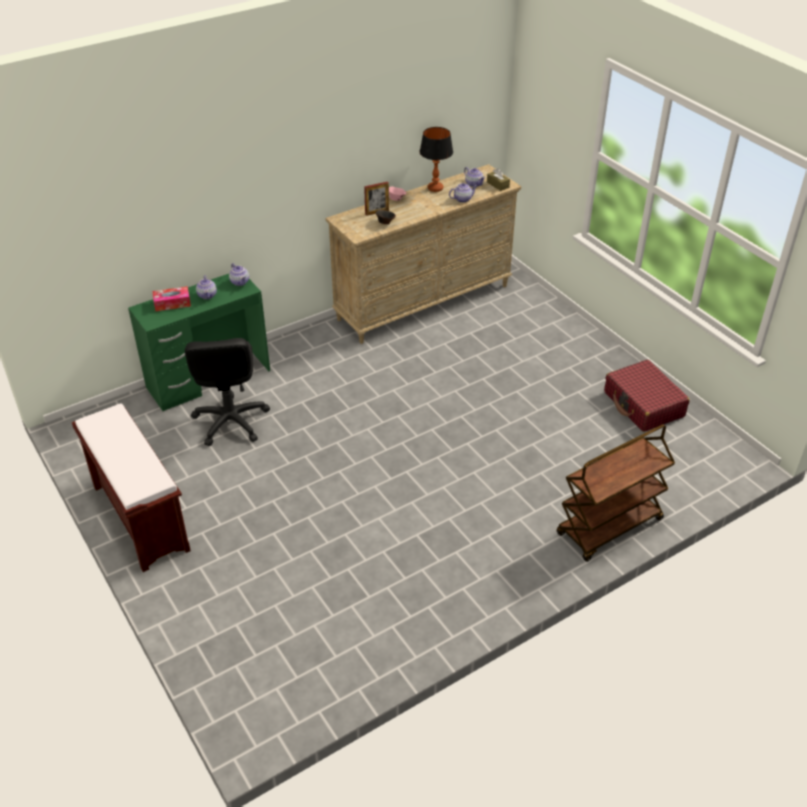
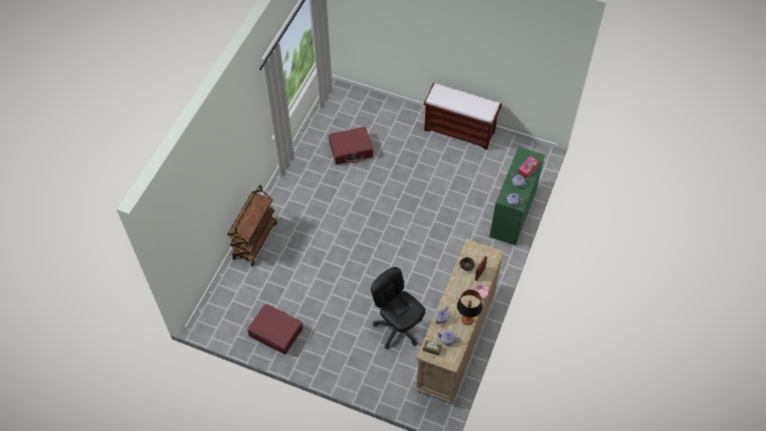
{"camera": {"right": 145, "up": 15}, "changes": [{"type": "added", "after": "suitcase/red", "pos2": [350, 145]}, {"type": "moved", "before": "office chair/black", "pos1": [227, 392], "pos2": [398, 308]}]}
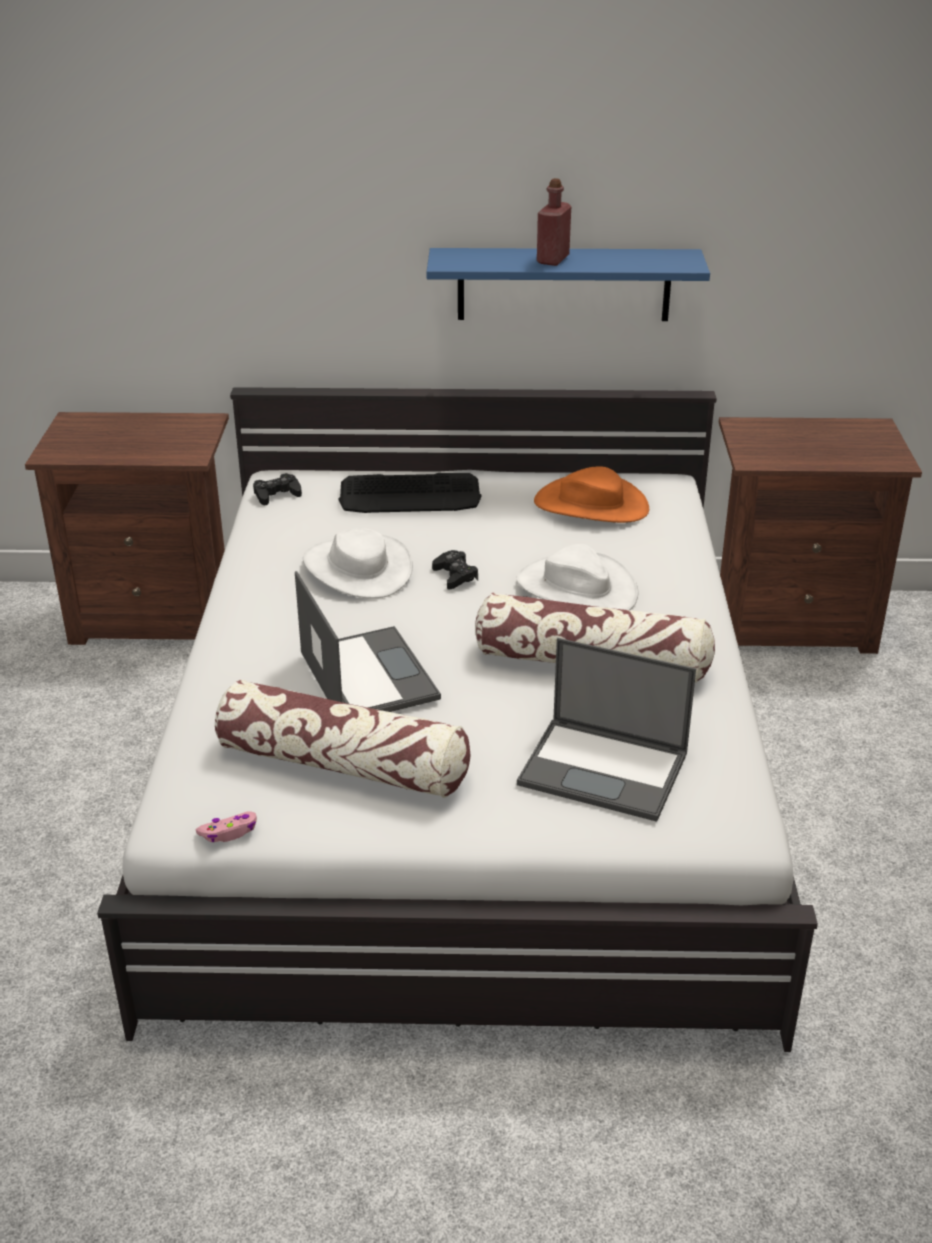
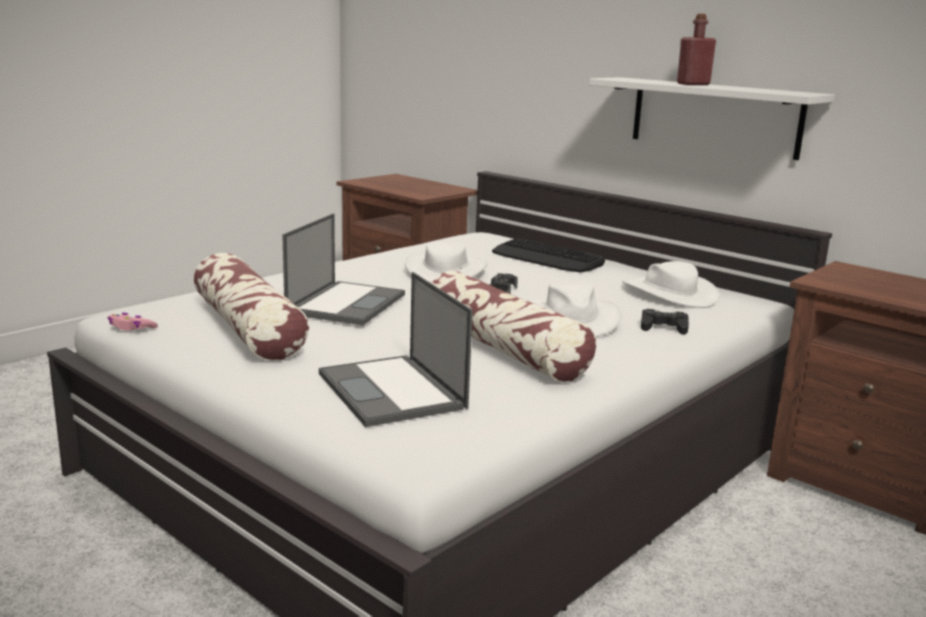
{"camera": {"right": 40, "up": -15}, "changes": [{"type": "recoloured", "before": "shelf/blue", "after": "shelf/white", "pos1": [568, 284], "pos2": [712, 118]}, {"type": "recoloured", "before": "hat/orange", "after": "hat/white", "pos1": [591, 495], "pos2": [670, 284]}, {"type": "moved", "before": "game controller/black", "pos1": [277, 489], "pos2": [665, 322]}]}
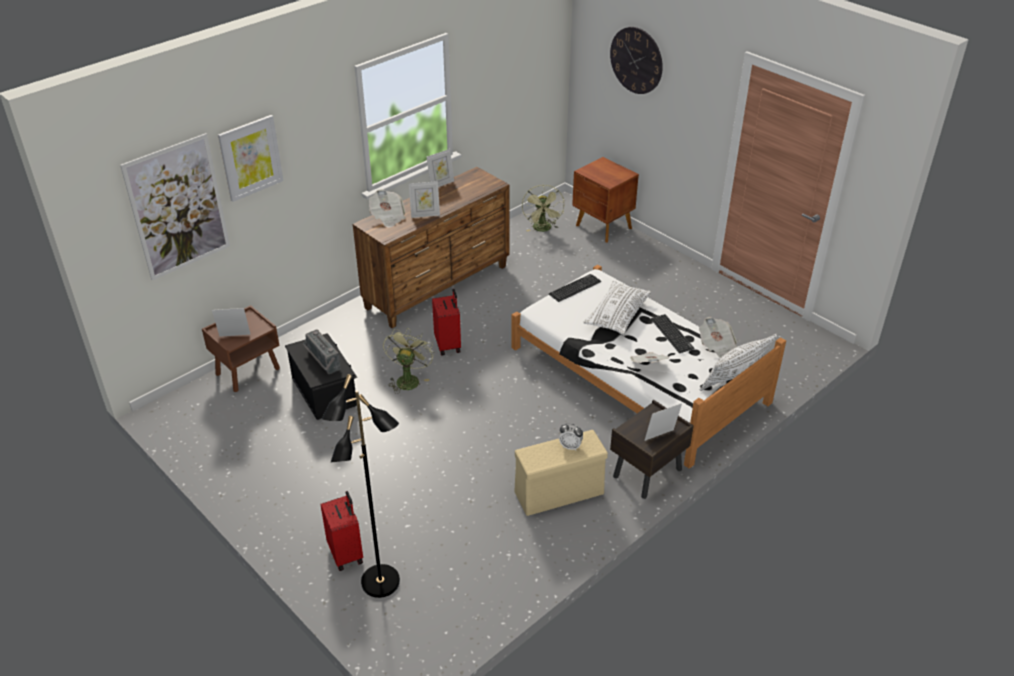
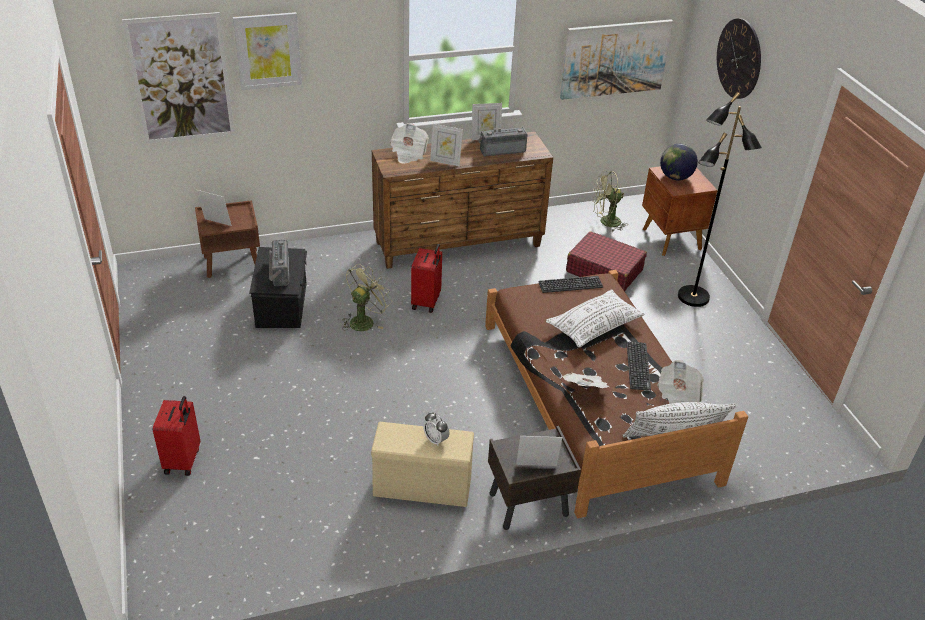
{"camera": {"right": 25, "up": 0}, "changes": [{"type": "added", "after": "radio", "pos2": [503, 141]}, {"type": "recoloured", "before": "bed/white", "after": "bed/brown", "pos1": [648, 367], "pos2": [616, 394]}, {"type": "added", "after": "picture", "pos2": [616, 59]}, {"type": "added", "after": "suitcase/red", "pos2": [606, 261]}, {"type": "turned", "before": "fan/green", "pos1": [543, 208], "pos2": [610, 201], "turn": 60}, {"type": "added", "after": "globe", "pos2": [679, 162]}, {"type": "moved", "before": "floor lamp/black", "pos1": [361, 486], "pos2": [720, 199]}]}
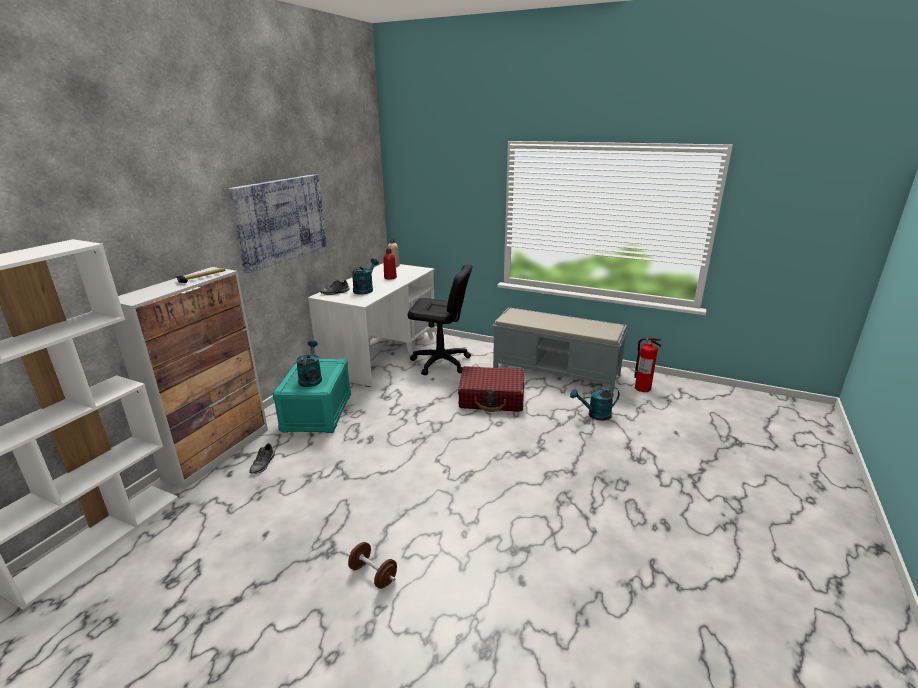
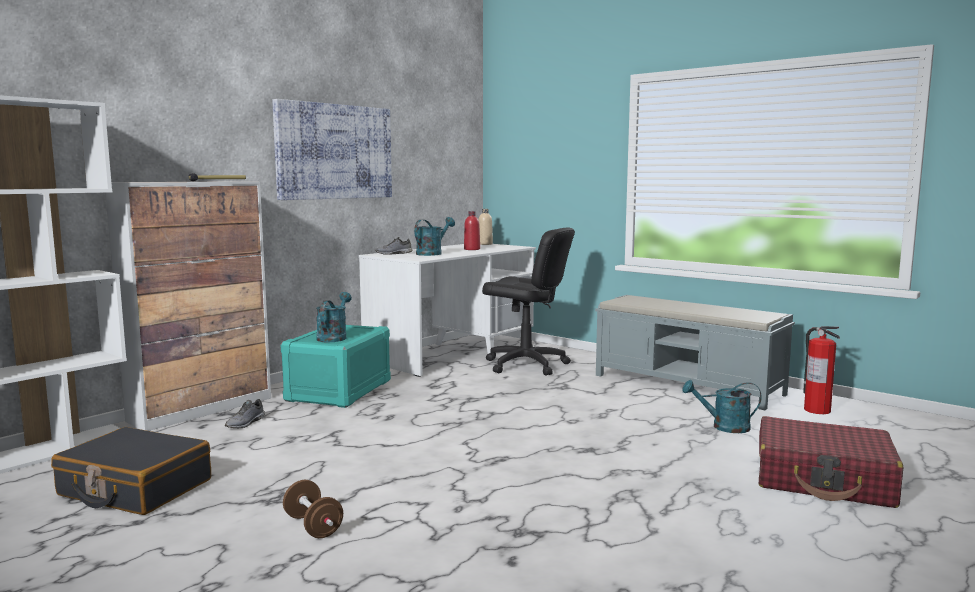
{"camera": {"right": 15, "up": -15}, "changes": [{"type": "added", "after": "suitcase/black", "pos2": [131, 471]}, {"type": "moved", "before": "suitcase/red", "pos1": [491, 389], "pos2": [831, 462]}]}
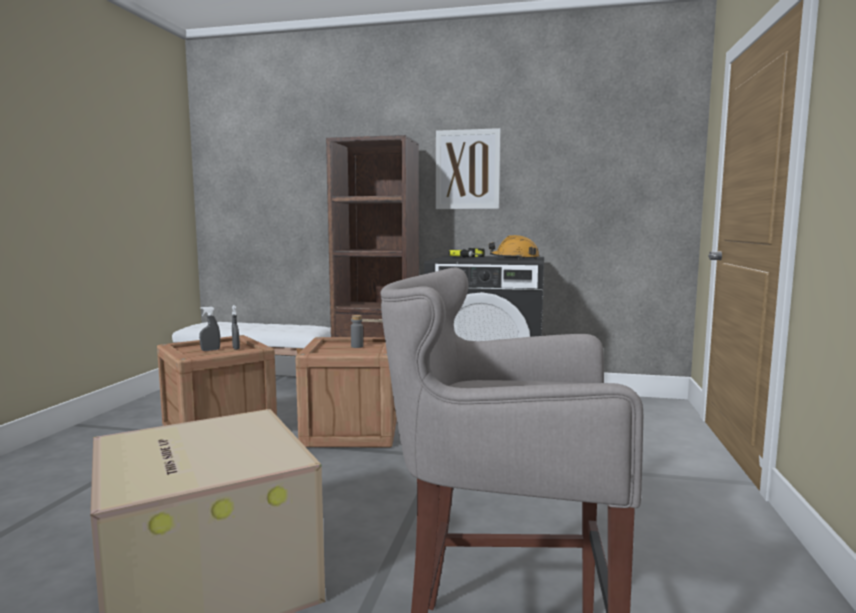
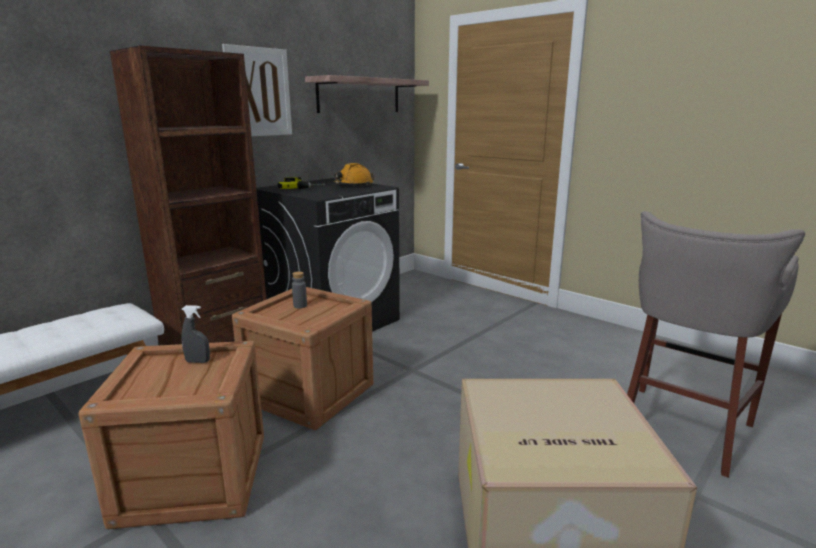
{"camera": {"right": -60, "up": 10}, "changes": [{"type": "added", "after": "shelf", "pos2": [367, 94]}, {"type": "removed", "before": "spray bottle/grey", "pos1": [209, 328]}]}
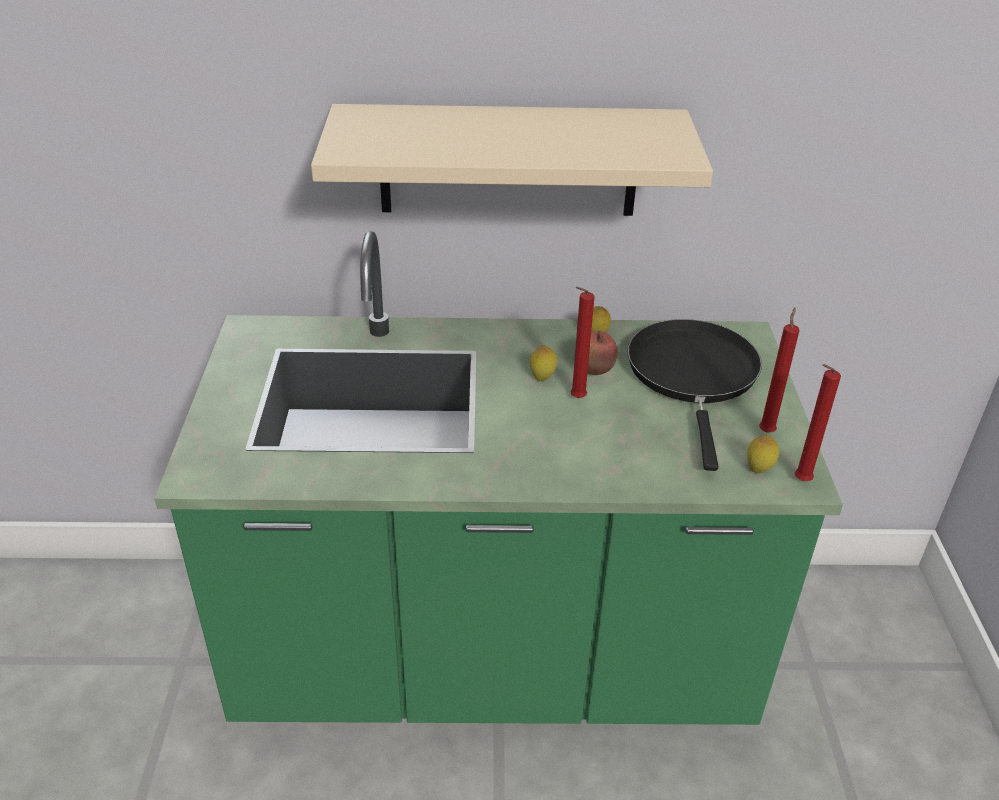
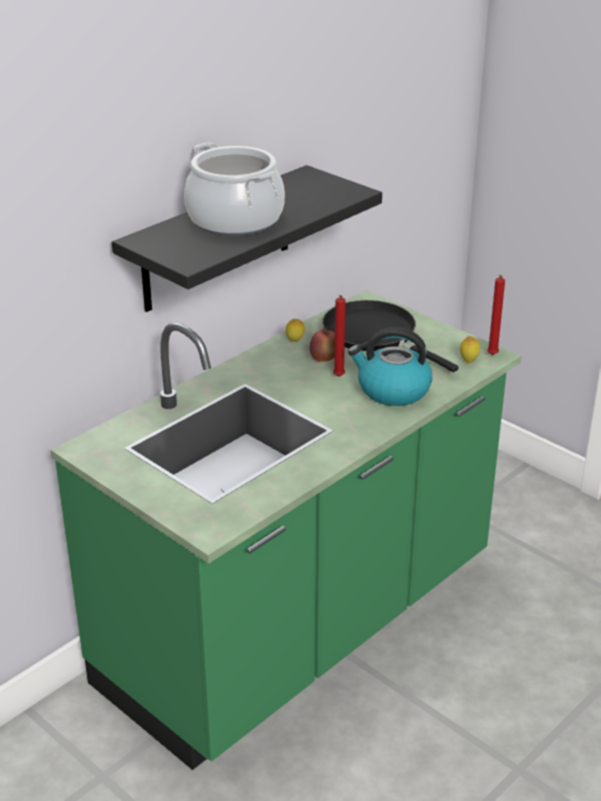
{"camera": {"right": -45, "up": -5}, "changes": [{"type": "recoloured", "before": "shelf/beige", "after": "shelf/black", "pos1": [512, 160], "pos2": [247, 238]}, {"type": "added", "after": "cooking pot", "pos2": [234, 189]}, {"type": "added", "after": "kettle", "pos2": [390, 366]}, {"type": "removed", "before": "lemon", "pos1": [543, 363]}, {"type": "removed", "before": "candle/red", "pos1": [779, 370]}]}
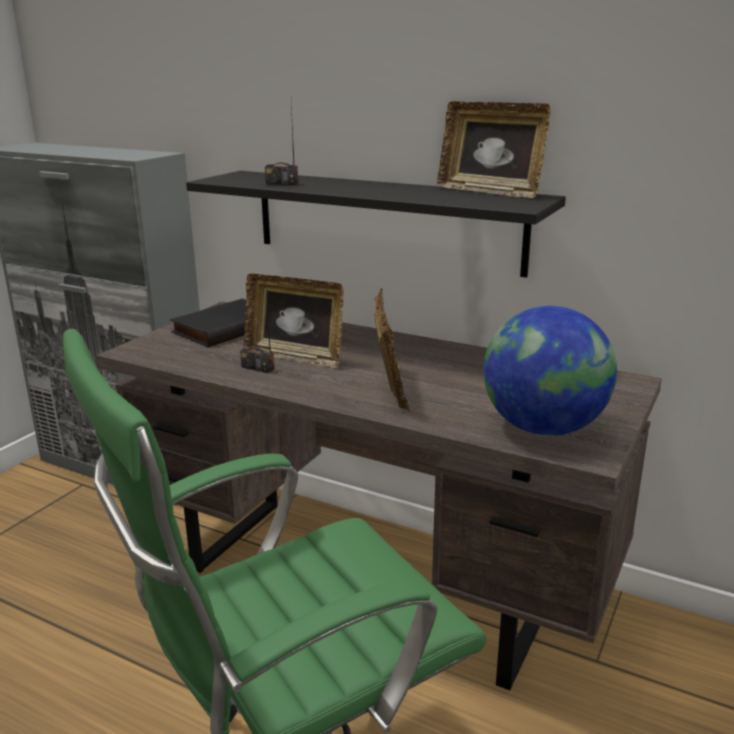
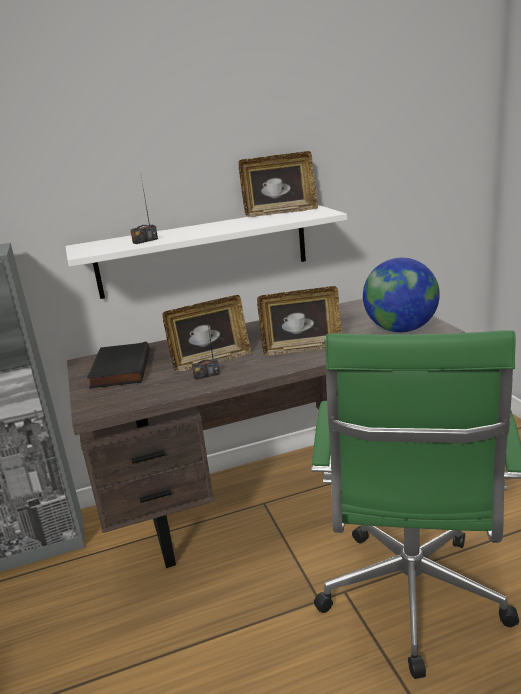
{"camera": {"right": -45, "up": 0}, "changes": [{"type": "recoloured", "before": "shelf/black", "after": "shelf/white", "pos1": [376, 224], "pos2": [206, 252]}, {"type": "turned", "before": "picture frame", "pos1": [392, 349], "pos2": [299, 320], "turn": 135}]}
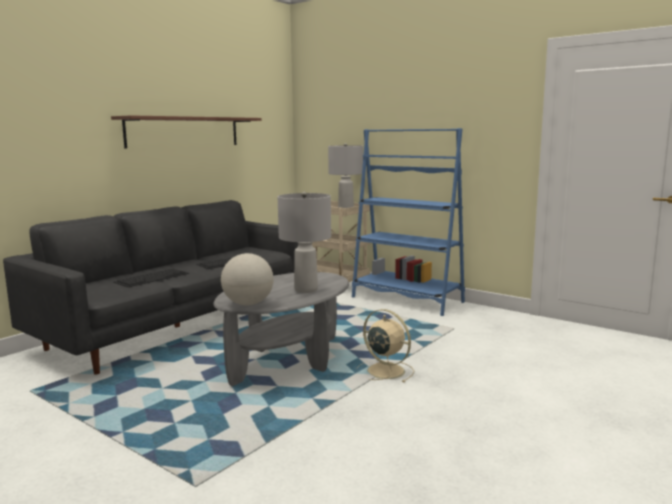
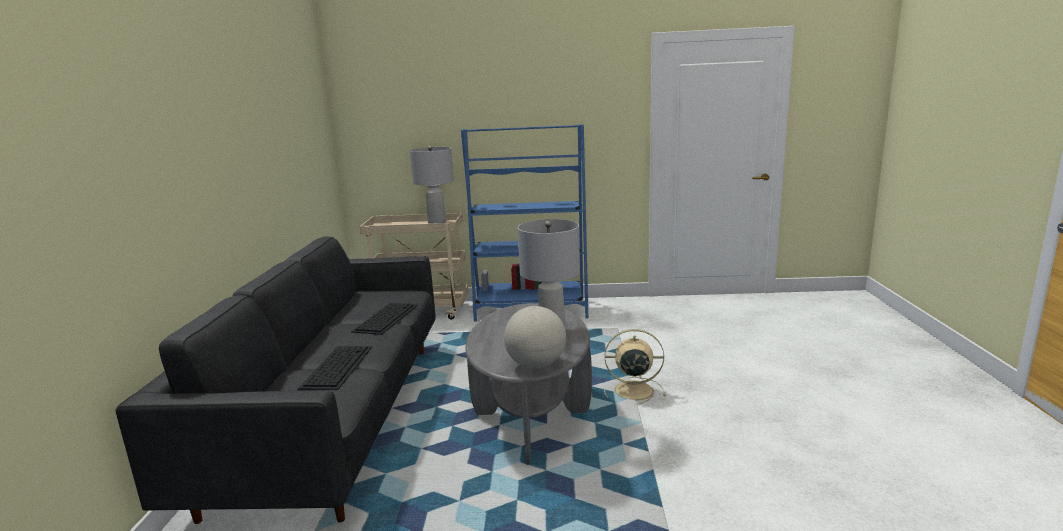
{"camera": {"right": -35, "up": 5}, "changes": [{"type": "removed", "before": "shelf/brown", "pos1": [186, 132]}]}
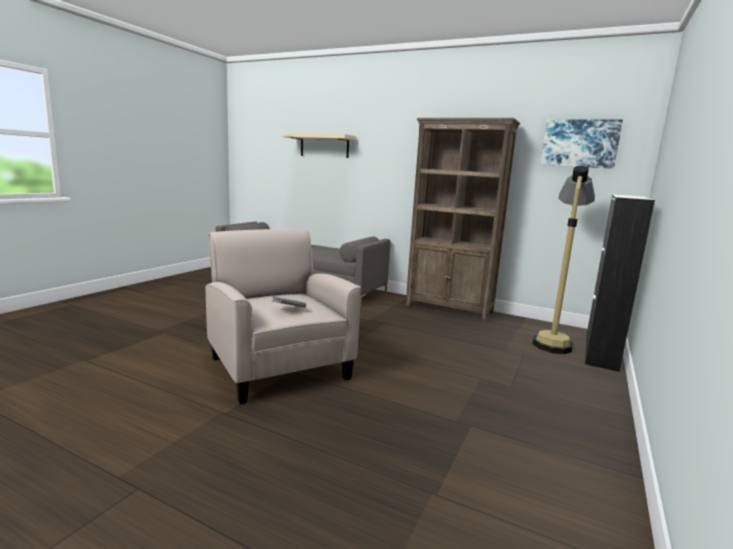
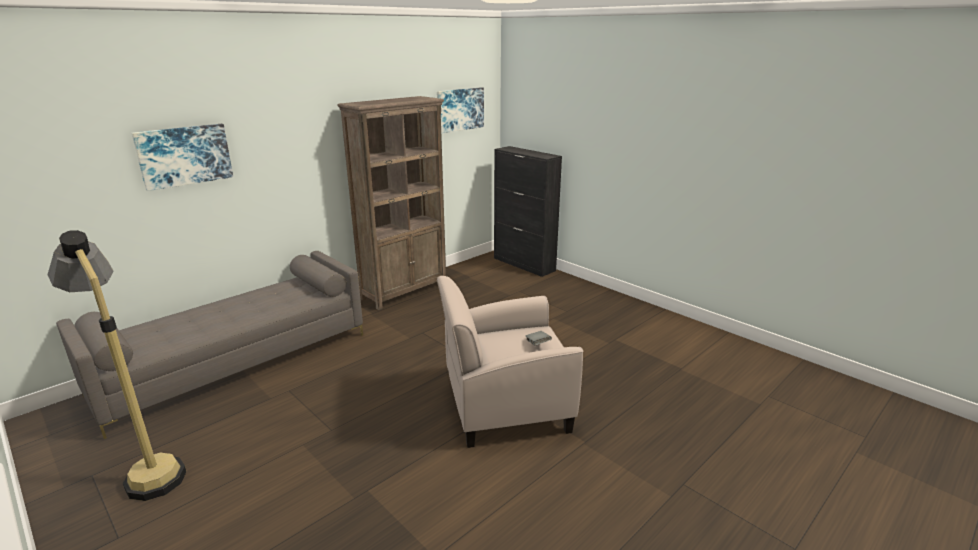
{"camera": {"right": -70, "up": 10}, "changes": [{"type": "moved", "before": "floor lamp", "pos1": [564, 260], "pos2": [117, 365]}, {"type": "replaced", "before": "shelf/beige", "after": "picture", "pos1": [319, 145], "pos2": [182, 157]}]}
